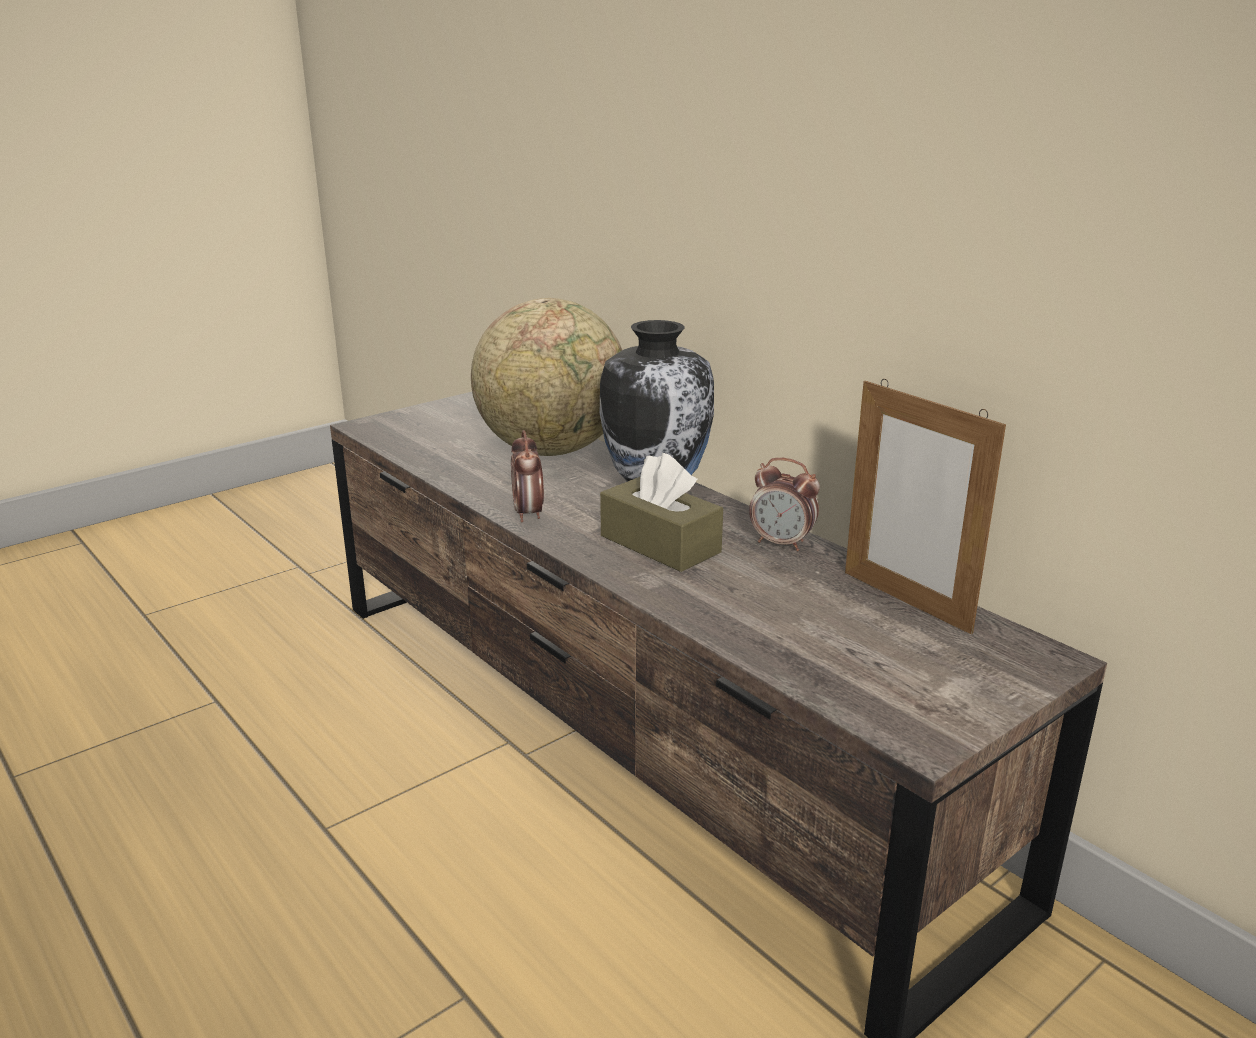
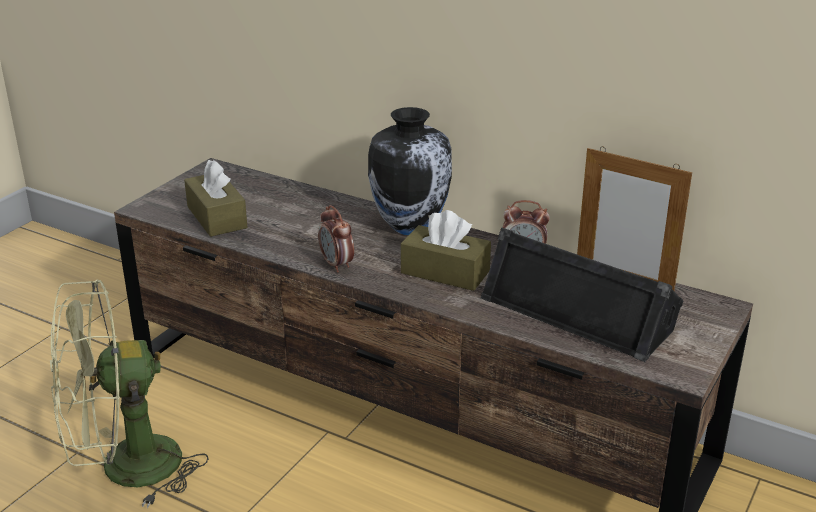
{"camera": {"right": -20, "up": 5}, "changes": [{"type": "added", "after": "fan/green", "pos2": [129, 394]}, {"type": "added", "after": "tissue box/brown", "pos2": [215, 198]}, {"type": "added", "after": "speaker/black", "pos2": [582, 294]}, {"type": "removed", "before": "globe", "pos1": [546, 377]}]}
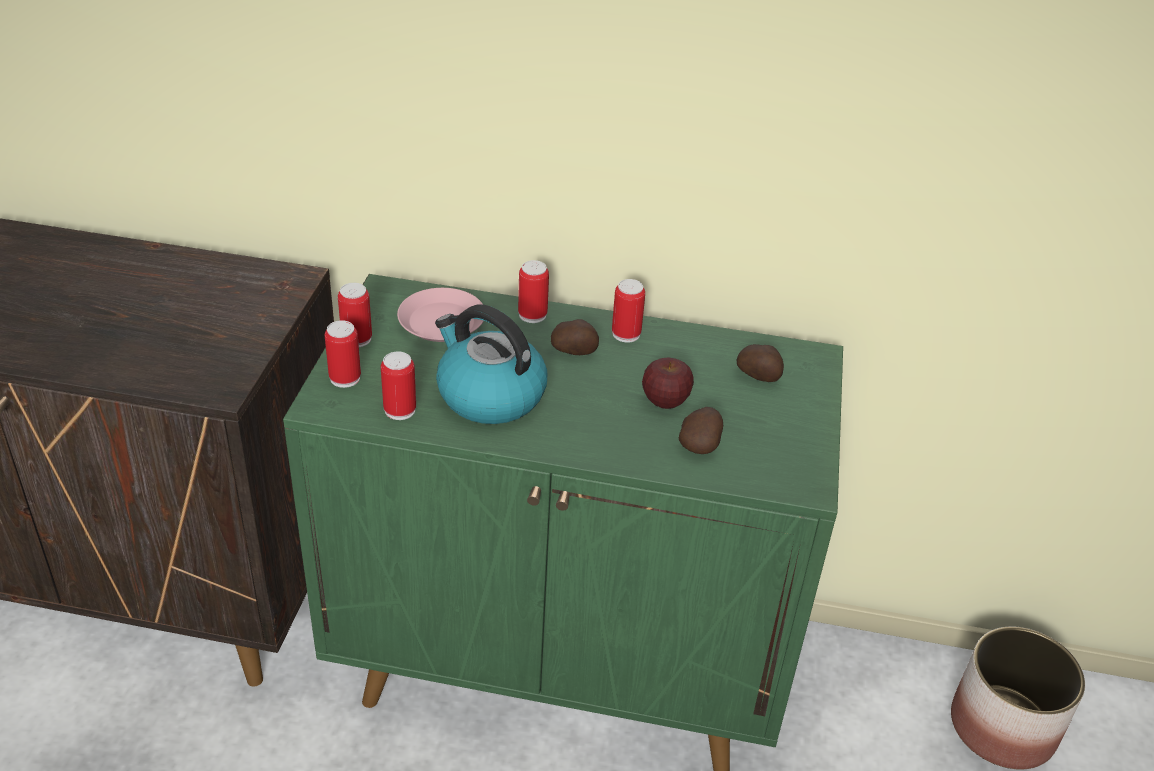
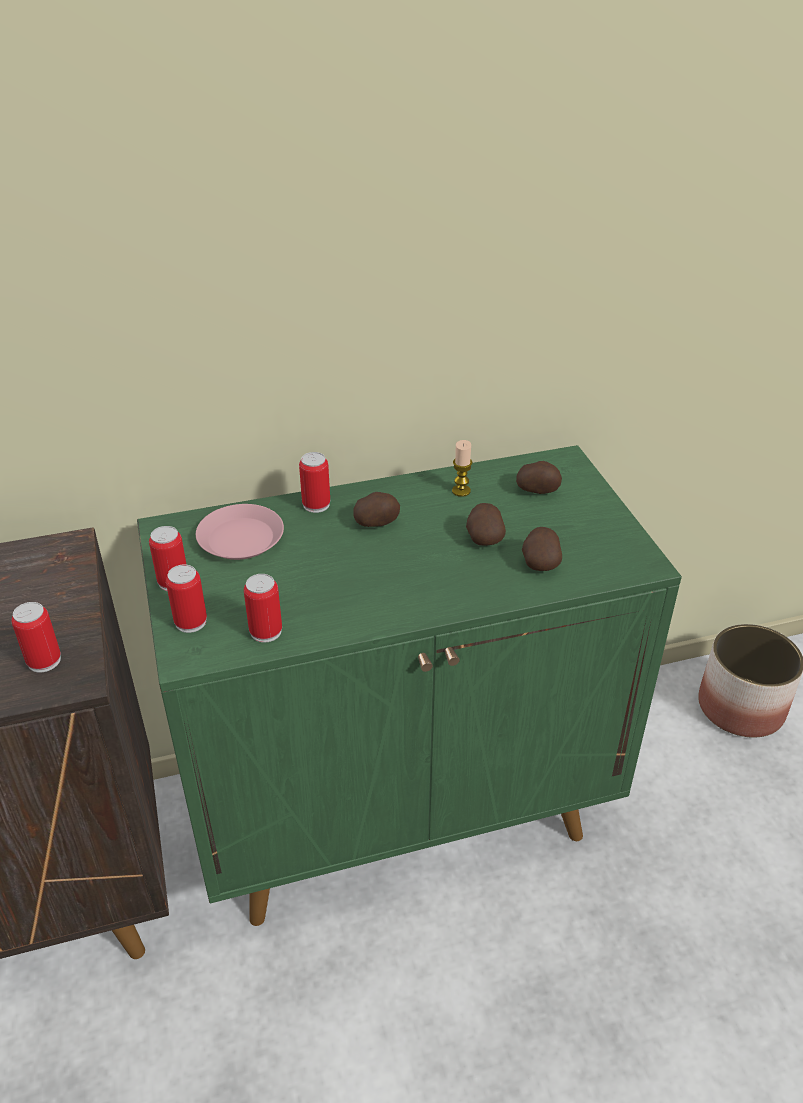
{"camera": {"right": -25, "up": 0}, "changes": [{"type": "moved", "before": "can", "pos1": [628, 311], "pos2": [36, 637]}, {"type": "added", "after": "candle", "pos2": [462, 468]}, {"type": "replaced", "before": "apple", "after": "potato", "pos1": [668, 383], "pos2": [486, 524]}, {"type": "removed", "before": "kettle", "pos1": [491, 364]}]}
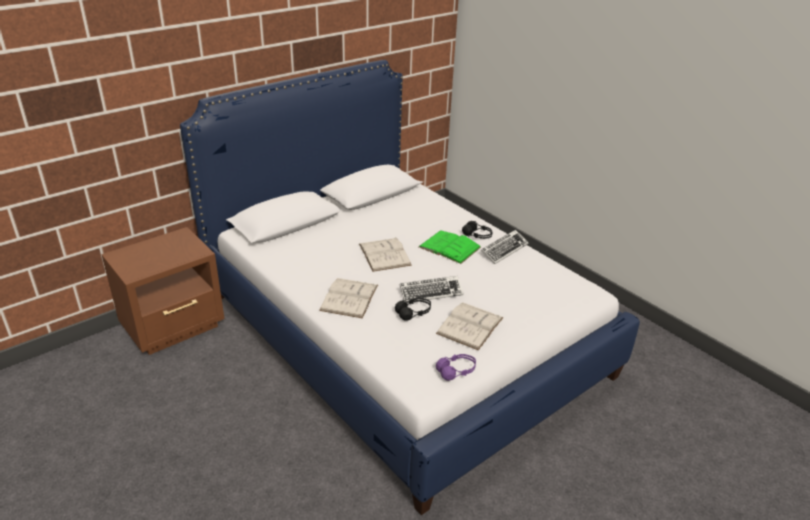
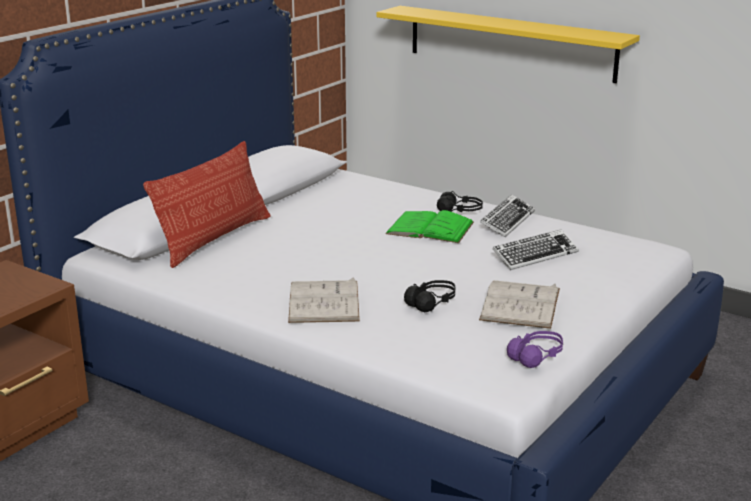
{"camera": {"right": -15, "up": -10}, "changes": [{"type": "added", "after": "pillow", "pos2": [207, 204]}, {"type": "added", "after": "shelf/yellow", "pos2": [508, 44]}, {"type": "moved", "before": "keyboard", "pos1": [432, 289], "pos2": [536, 249]}, {"type": "removed", "before": "book/white", "pos1": [385, 254]}]}
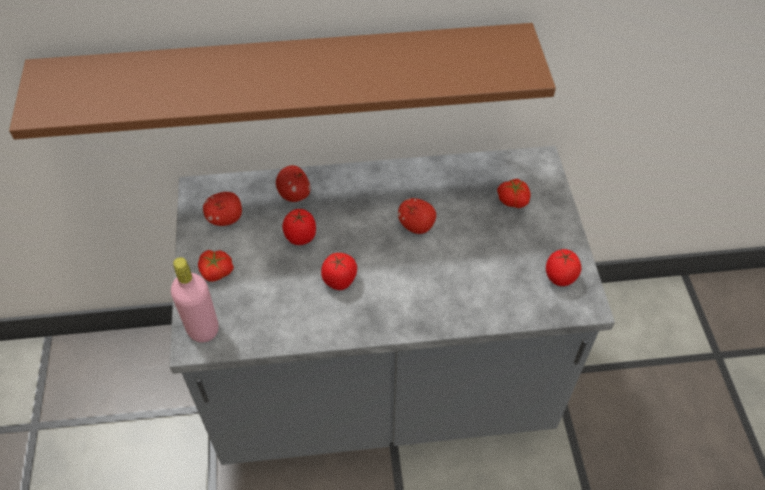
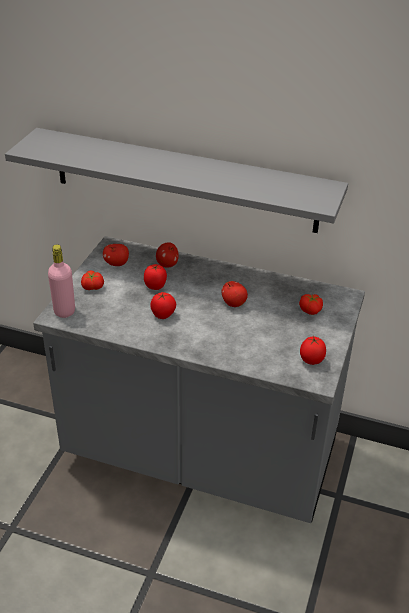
{"camera": {"right": 25, "up": -15}, "changes": [{"type": "recoloured", "before": "shelf/brown", "after": "shelf/grey", "pos1": [282, 81], "pos2": [176, 180]}]}
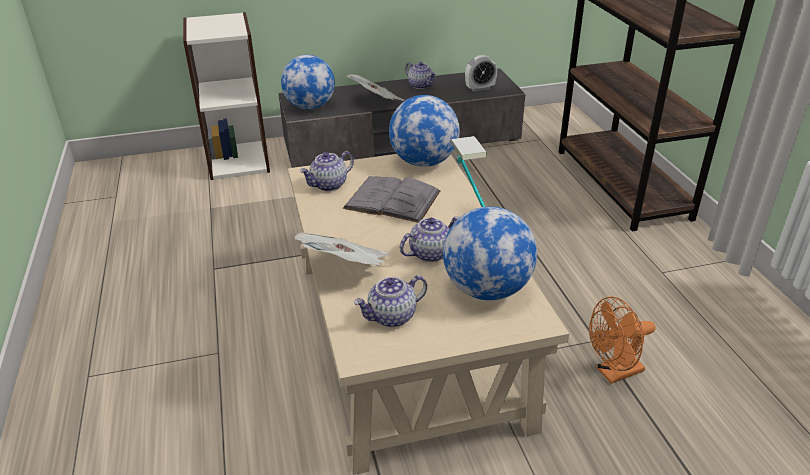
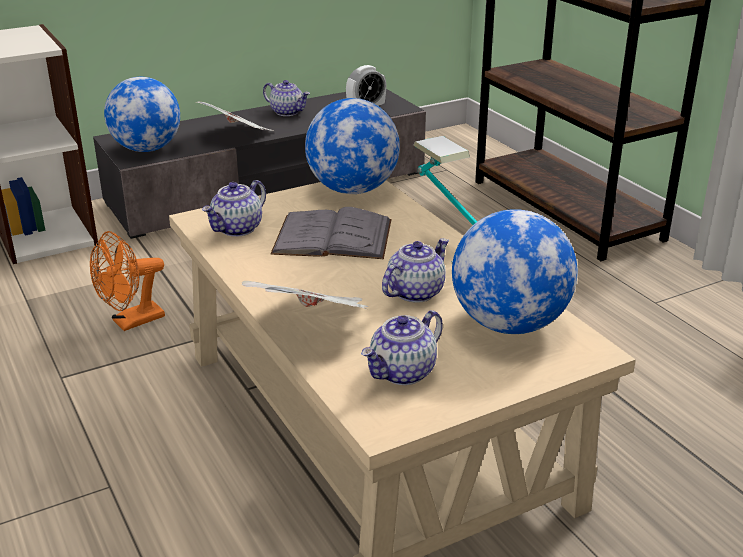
{"camera": {"right": -15, "up": -5}, "changes": [{"type": "moved", "before": "fan/orange", "pos1": [622, 340], "pos2": [127, 281]}]}
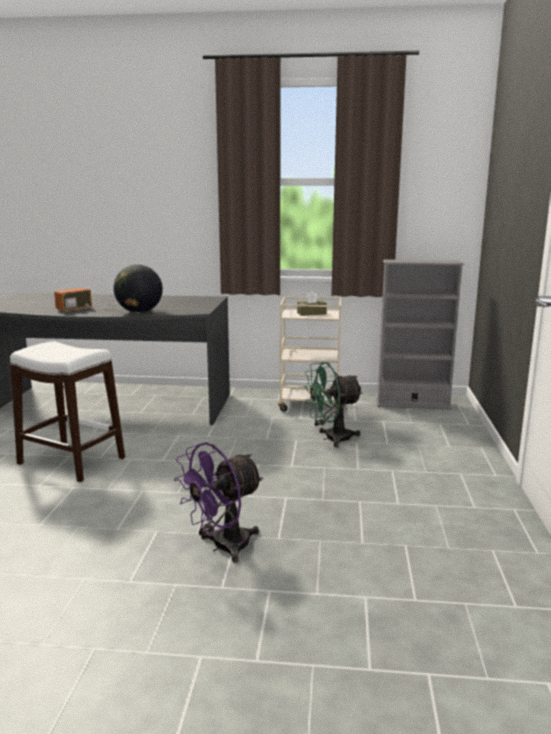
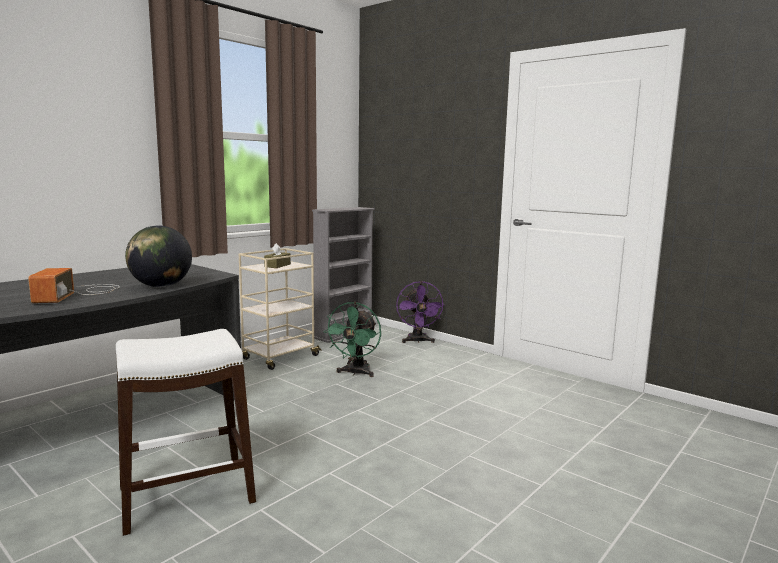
{"camera": {"right": -55, "up": -5}, "changes": [{"type": "moved", "before": "fan/purple", "pos1": [218, 502], "pos2": [420, 312]}]}
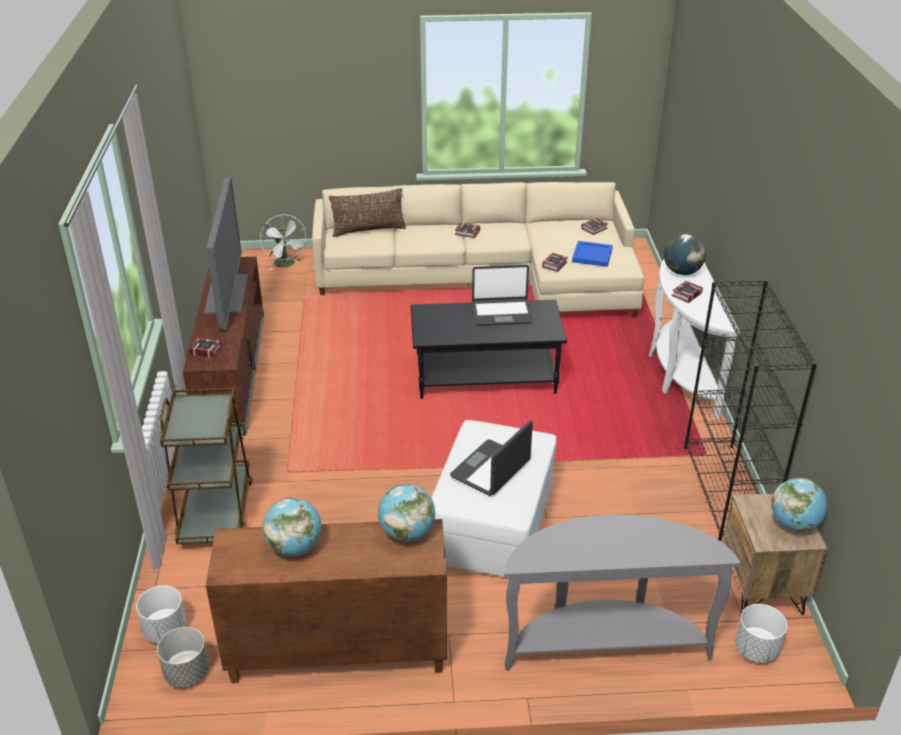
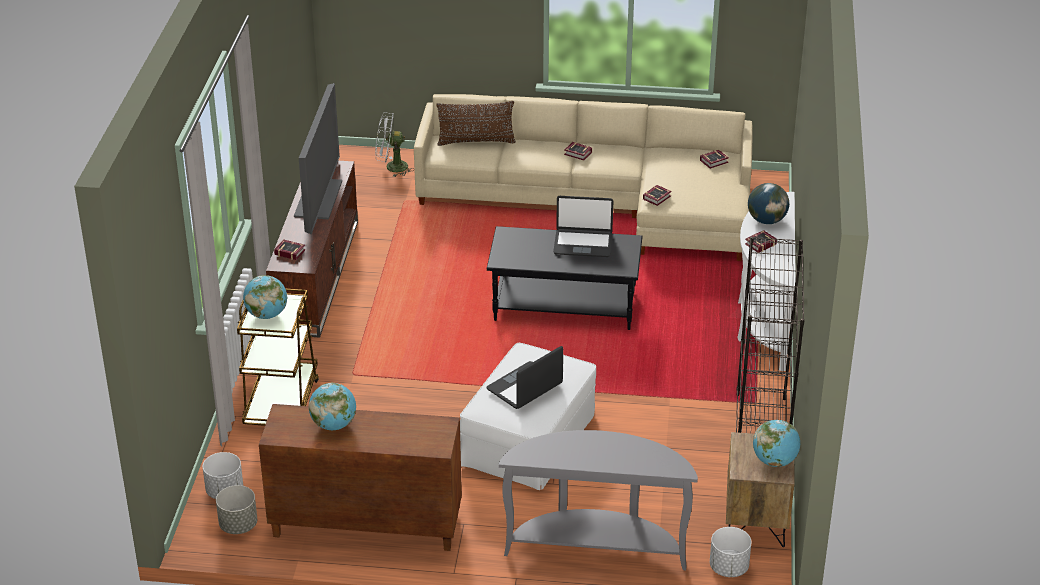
{"camera": {"right": 10, "up": 0}, "changes": [{"type": "moved", "before": "globe", "pos1": [406, 513], "pos2": [265, 297]}, {"type": "turned", "before": "fan/white", "pos1": [283, 242], "pos2": [394, 144], "turn": 105}, {"type": "removed", "before": "tray/blue", "pos1": [592, 254]}]}
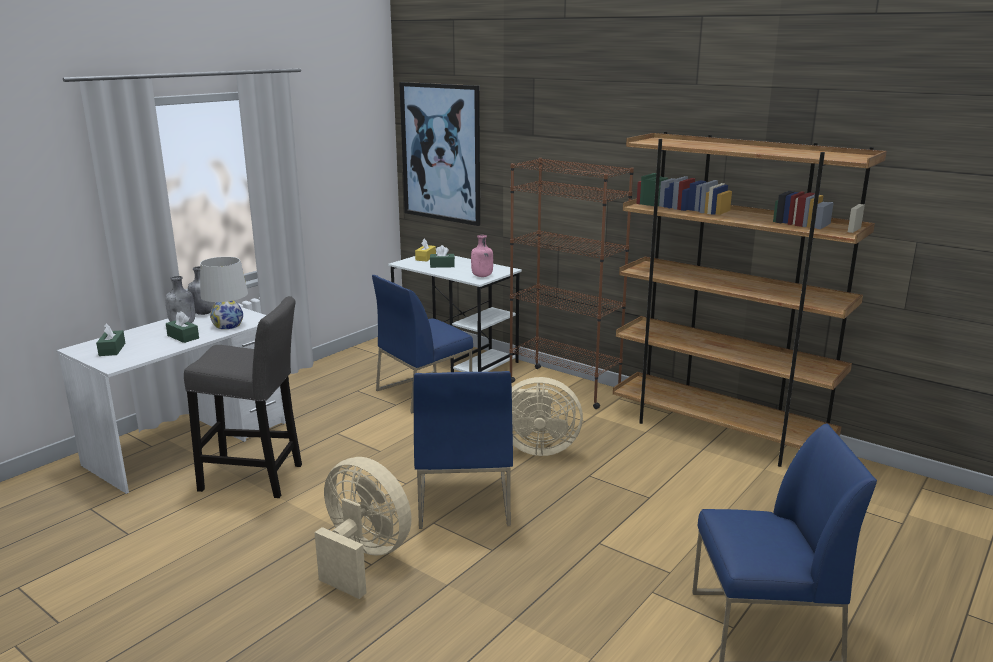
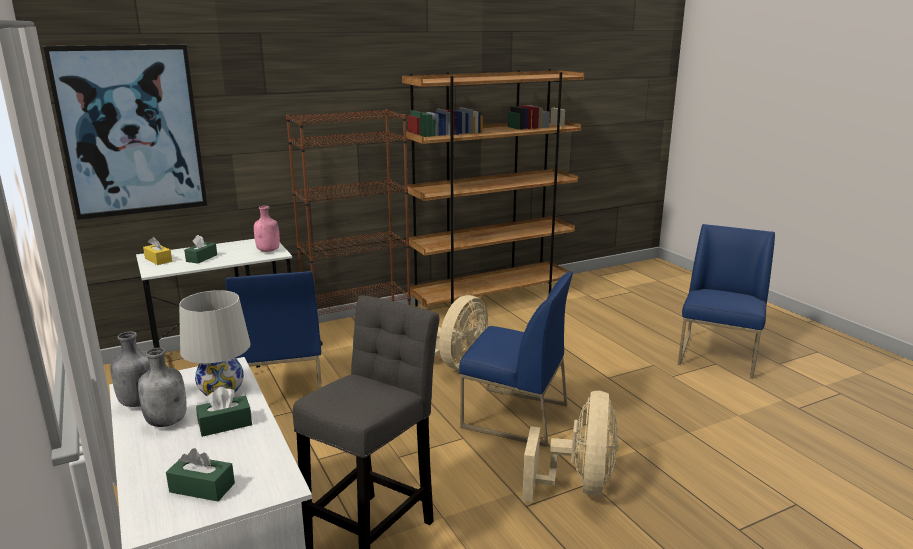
{"camera": {"right": -65, "up": 0}, "changes": [{"type": "turned", "before": "fan/beige", "pos1": [363, 528], "pos2": [570, 446], "turn": 135}]}
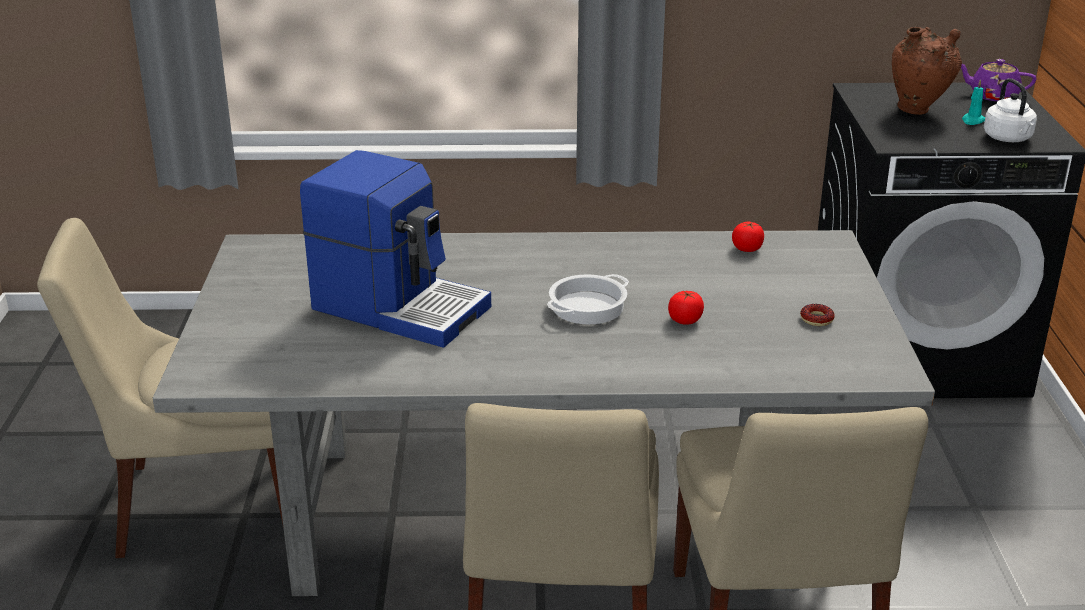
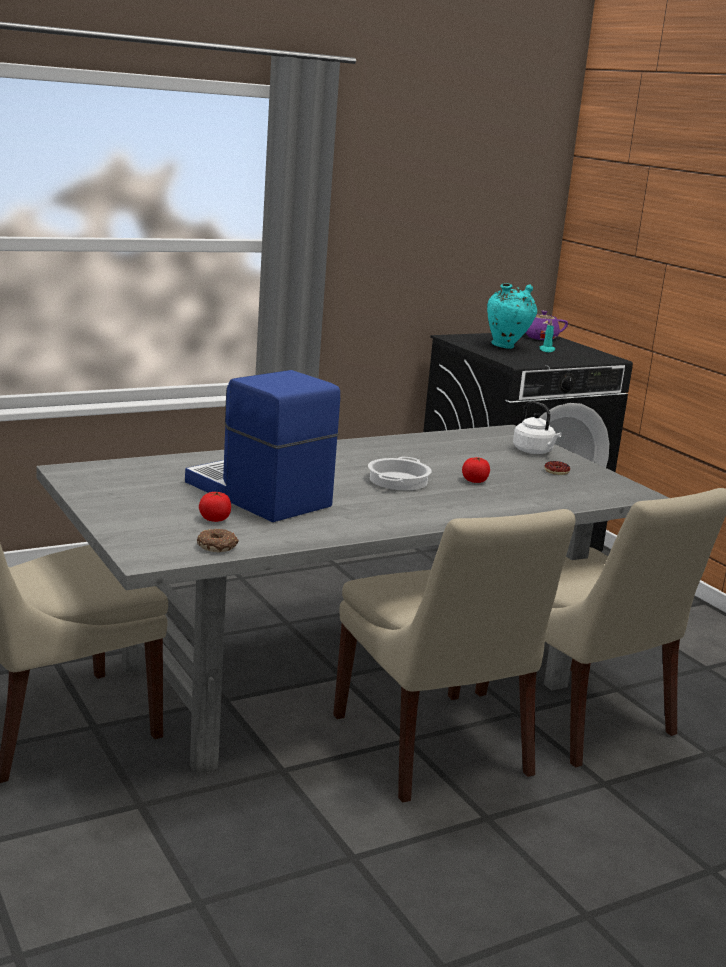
{"camera": {"right": -30, "up": -10}, "changes": [{"type": "turned", "before": "coffee machine", "pos1": [395, 249], "pos2": [262, 446], "turn": -135}, {"type": "added", "after": "donut", "pos2": [218, 540]}, {"type": "moved", "before": "tomato", "pos1": [748, 237], "pos2": [215, 507]}, {"type": "recoloured", "before": "vase/brown", "after": "vase/turquoise", "pos1": [927, 71], "pos2": [512, 316]}, {"type": "moved", "before": "kettle/white", "pos1": [1010, 110], "pos2": [537, 427]}]}
